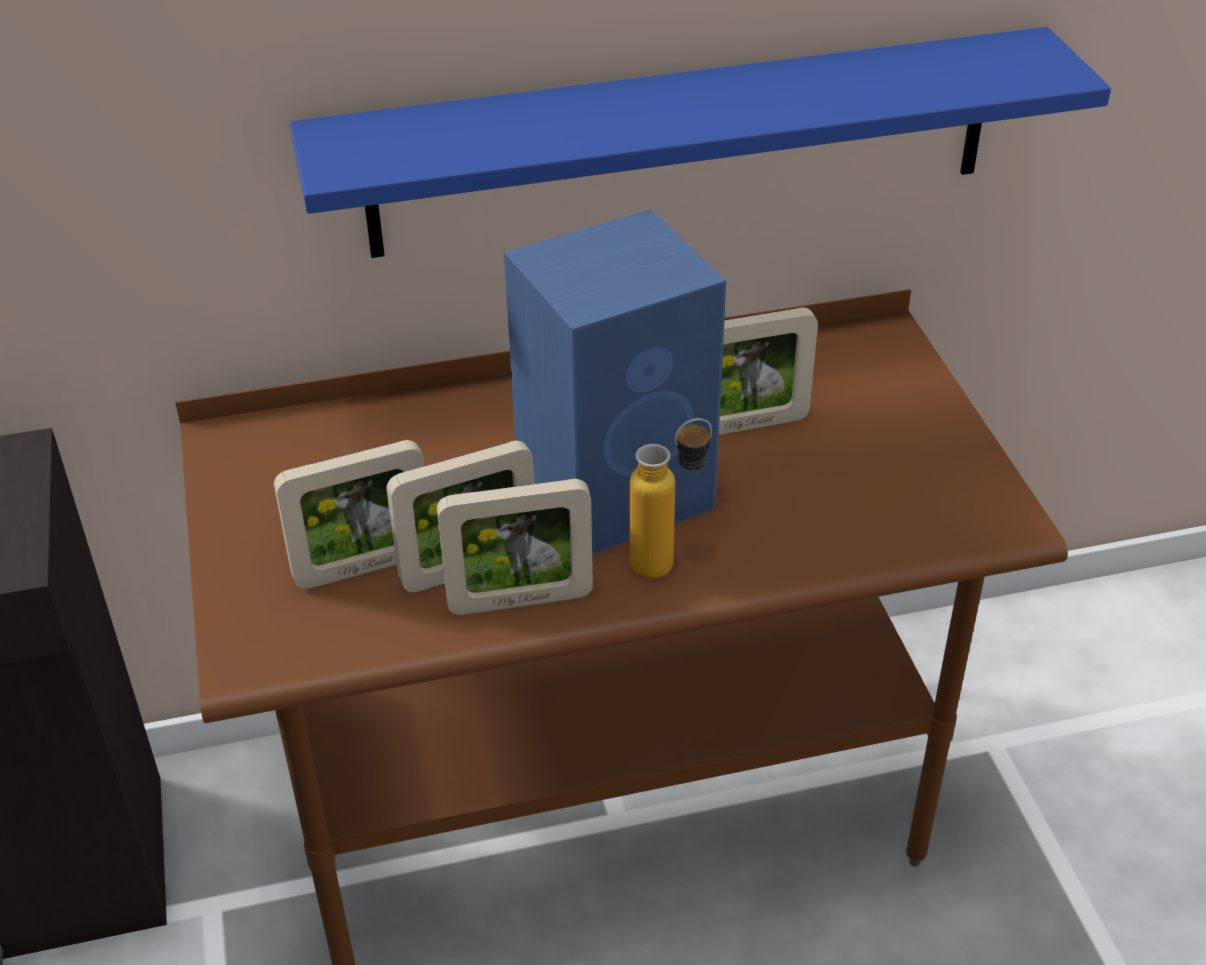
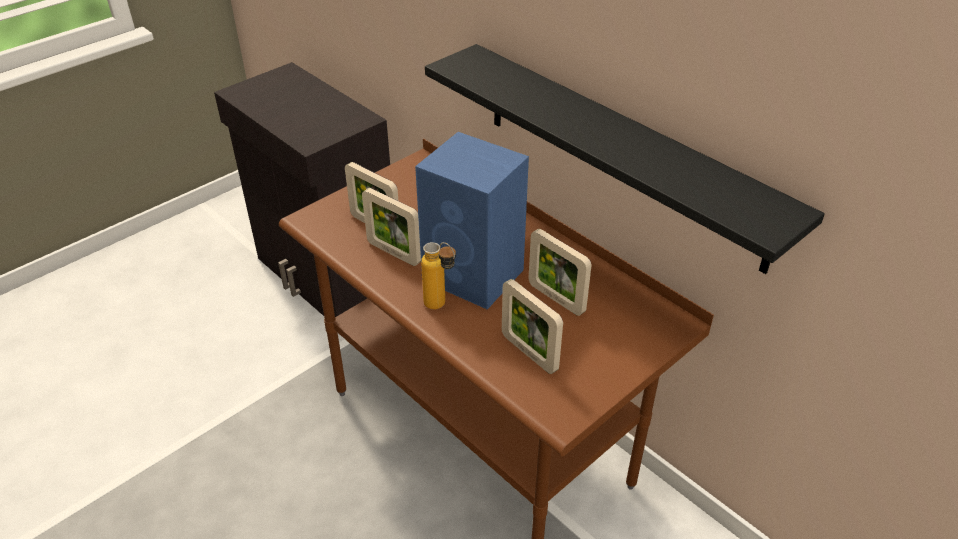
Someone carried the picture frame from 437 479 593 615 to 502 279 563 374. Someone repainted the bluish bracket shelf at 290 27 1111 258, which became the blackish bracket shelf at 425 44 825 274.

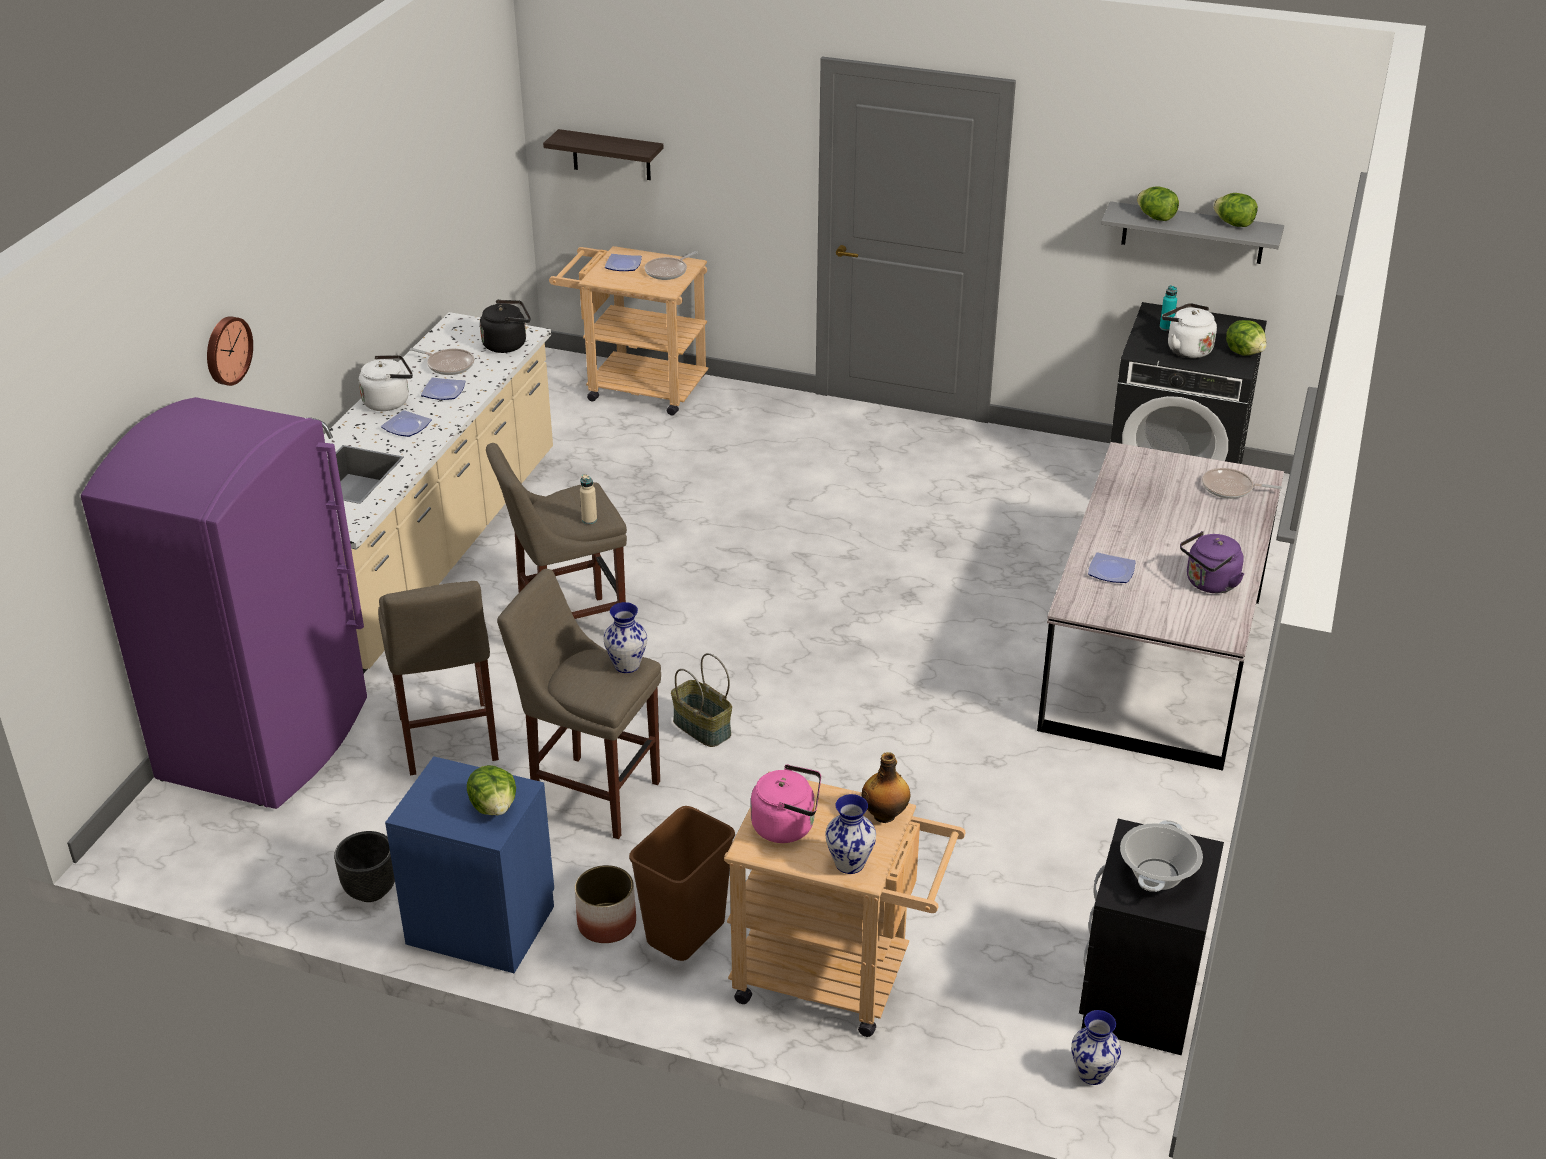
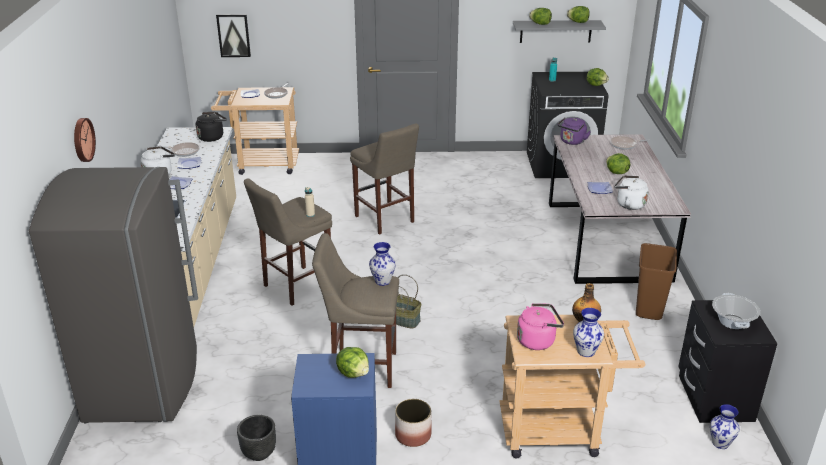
Someone put down the lettuce at 606 153 630 174. Someone carried the beige stool seat from 378 581 499 776 to 350 123 419 235. Someone carried the brown-coloured waste bin from 629 806 735 961 to 636 243 677 320. Someone carried the white water kettle from 1162 303 1217 358 to 614 175 649 210. Someone carried the purple-coloured water kettle from 1180 531 1244 593 to 557 117 591 145. Someone swapped the bracket shelf at 543 129 663 180 for the wall picture at 216 14 251 57. Someone repainted the purple-coloured fridge at 81 397 367 809, which became the gray fridge at 29 167 198 423.

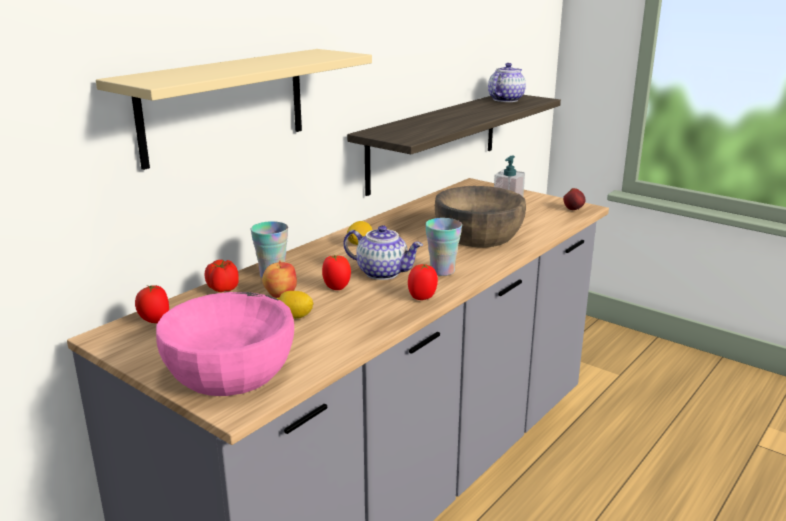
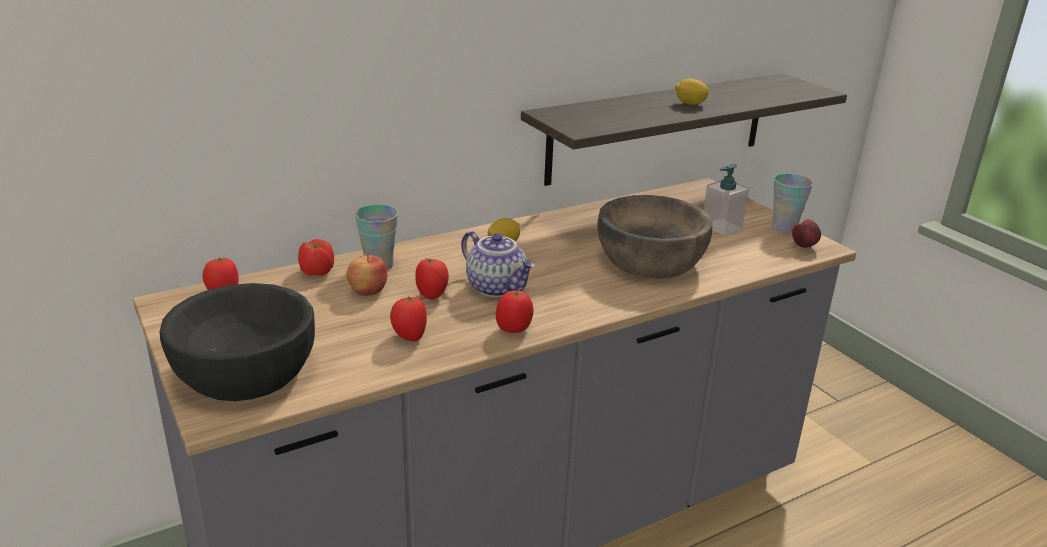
Someone took away the beige bracket shelf at 96 49 372 170. Someone took away the teapot at 488 63 526 102. Someone put down the fresh tomato at 390 296 427 341. Someone carried the whole lemon from 276 291 314 319 to 675 79 709 105. Someone carried the small cup from 425 218 462 276 to 772 174 813 233. Someone repainted the pink-coloured serving bowl at 156 292 294 396, which became the blackish serving bowl at 160 283 315 401.

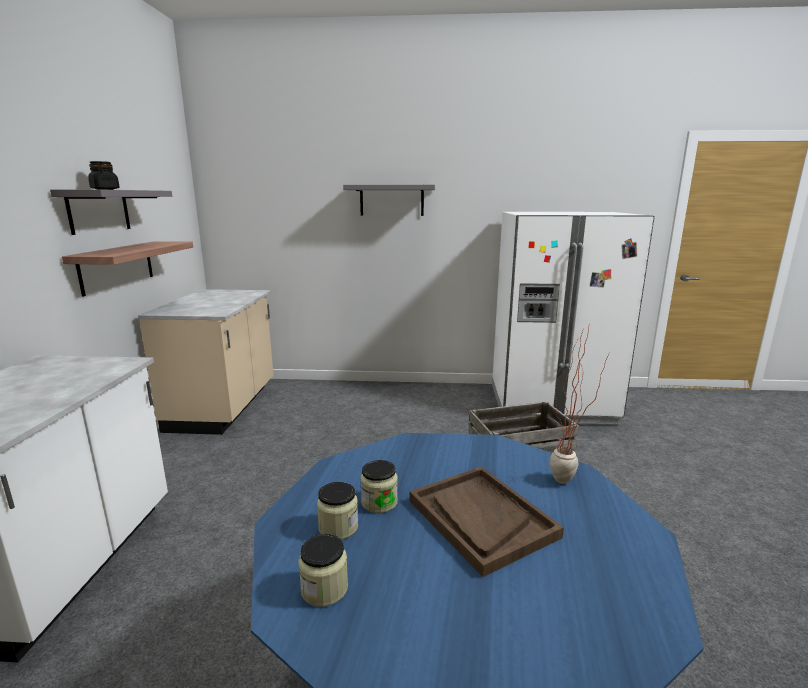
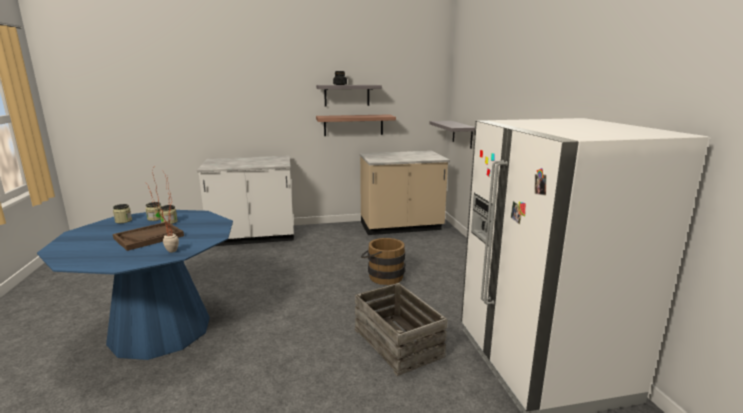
Someone put down the brown-coloured bucket at 361 238 405 285. Someone carried the gray bracket shelf from 343 185 435 216 to 430 121 475 149.

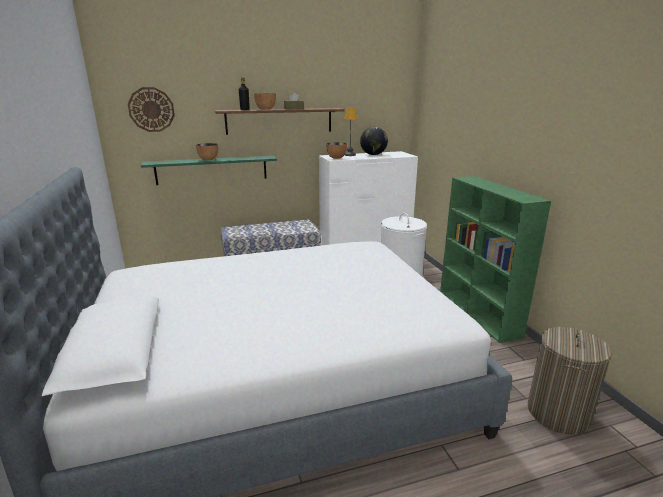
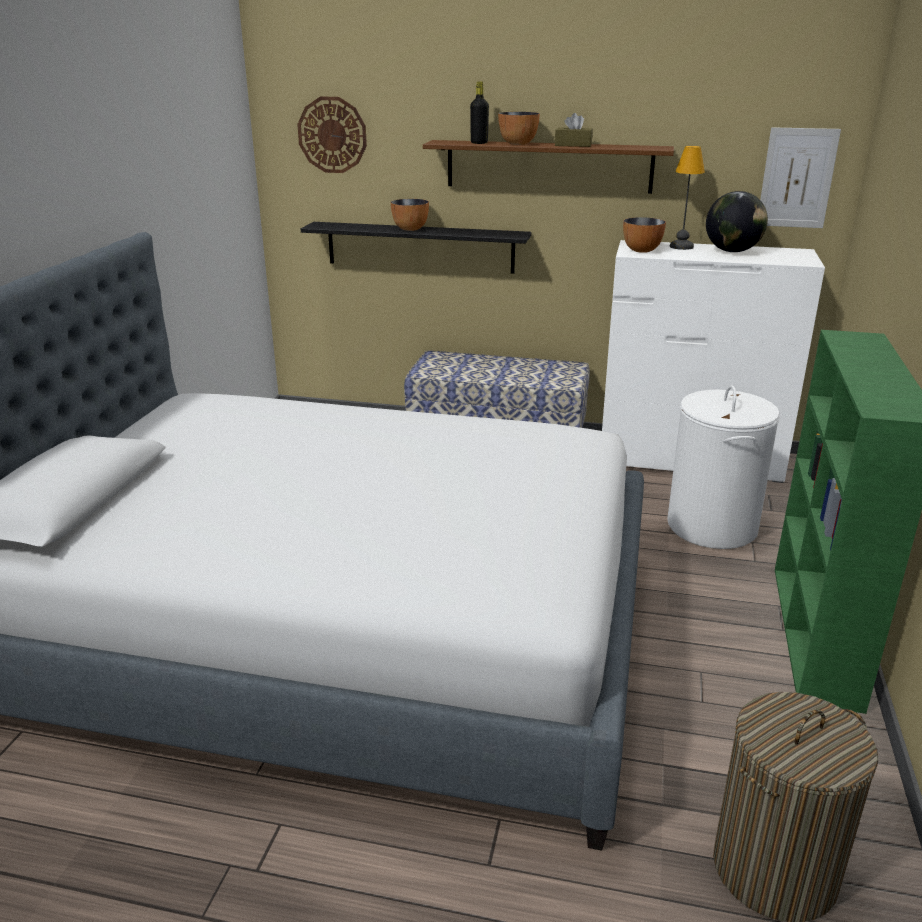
Someone put up the wall picture at 760 127 841 228. Someone repainted the green-coloured bracket shelf at 141 156 277 185, which became the blackish bracket shelf at 301 222 531 274.

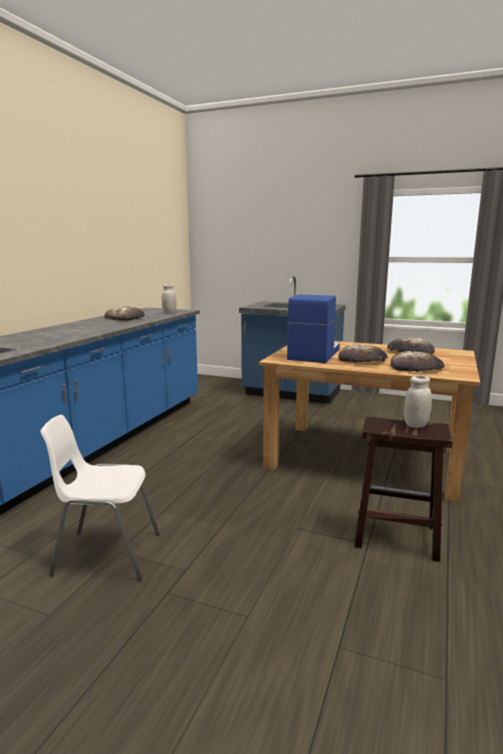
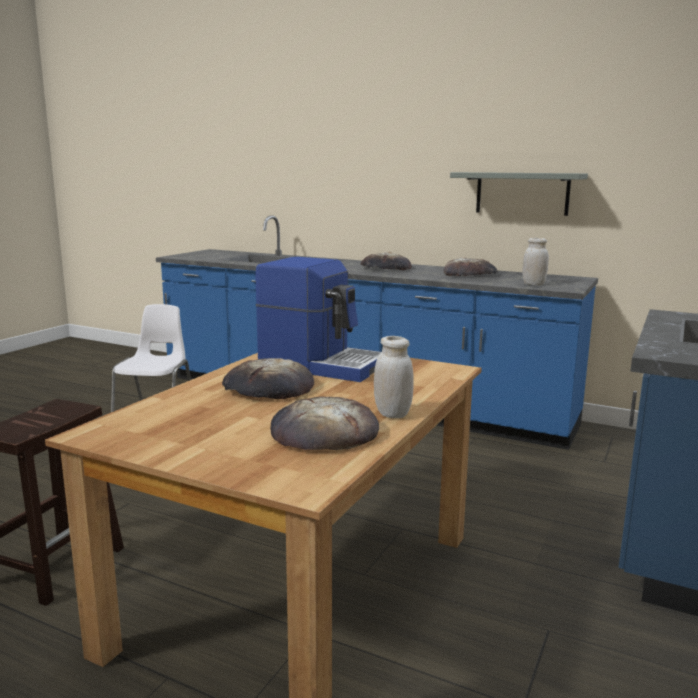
Someone put up the gray bracket shelf at 450 172 588 216. Someone carried the baked bread from 391 351 444 372 to 360 252 412 270. Someone carried the white storage jar from 404 375 432 428 to 374 336 414 418.

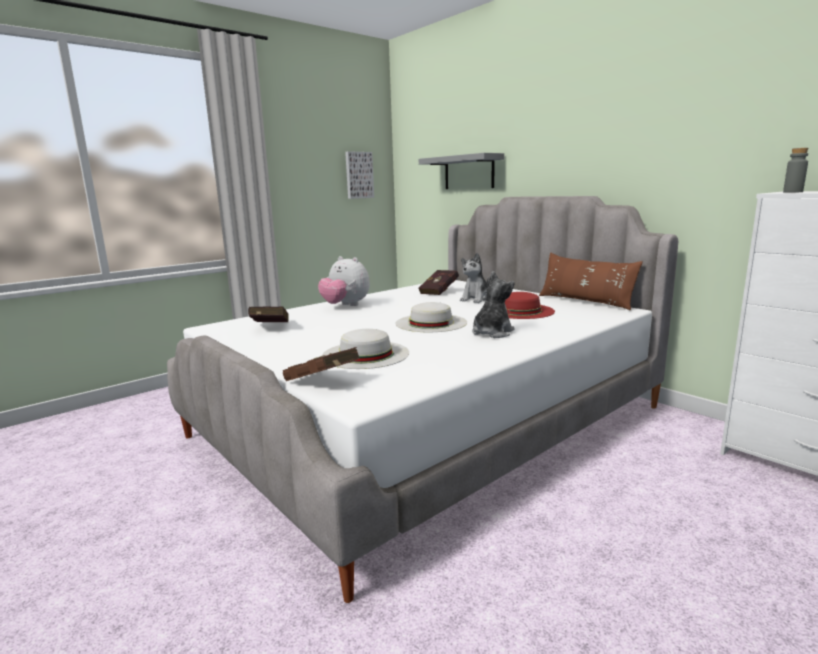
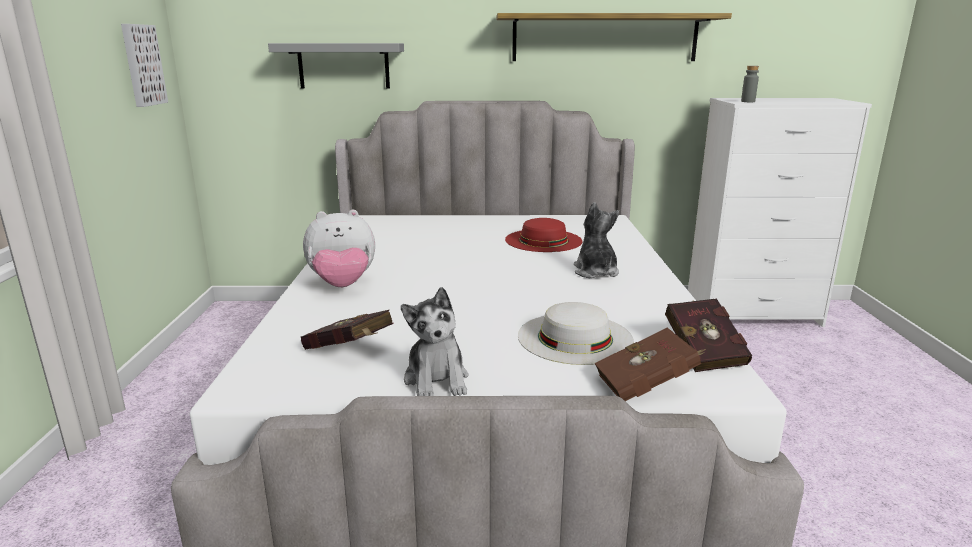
Someone took away the white clothing hat at 395 302 467 332. Someone took away the brown-coloured cushion at 539 253 643 310. Someone put up the bracket shelf at 497 13 732 61. Someone carried the reddish book from 418 270 459 295 to 665 298 752 372. Someone carried the soft toy from 460 253 489 303 to 401 287 468 396.

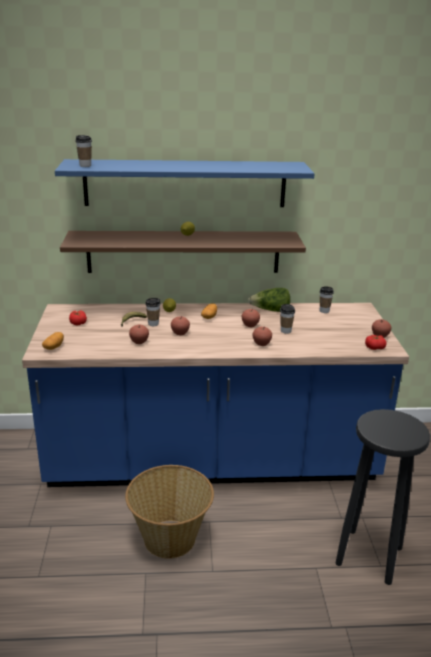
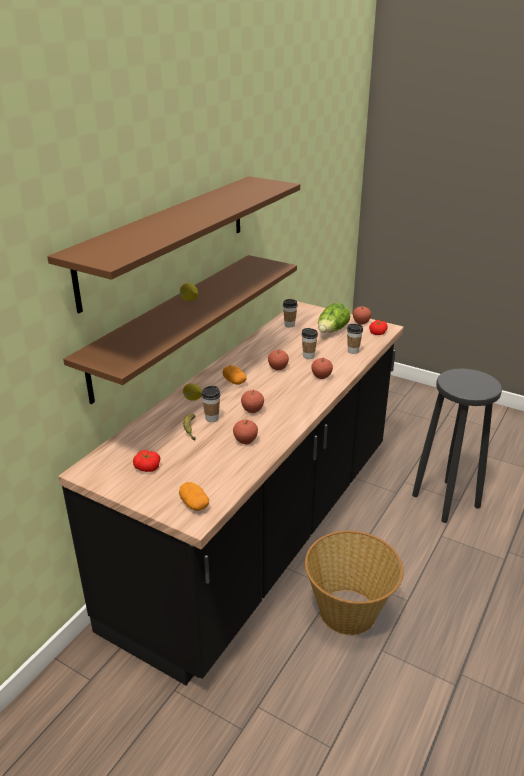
Someone carried the small cup from 75 135 92 167 to 347 324 363 354. Someone carried the lettuce from 248 288 290 312 to 318 303 350 333. Someone repainted the bluish kitchen base unit at 22 303 409 487, which became the blackish kitchen base unit at 58 301 404 685. Someone repainted the bluish bracket shelf at 55 159 315 207, which became the brown-coloured bracket shelf at 47 176 300 313.

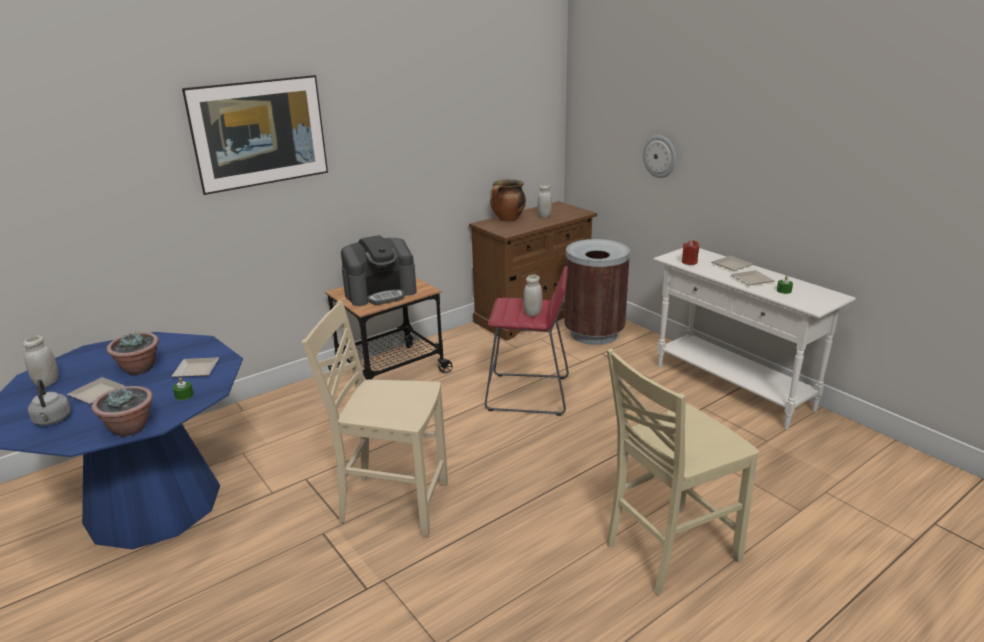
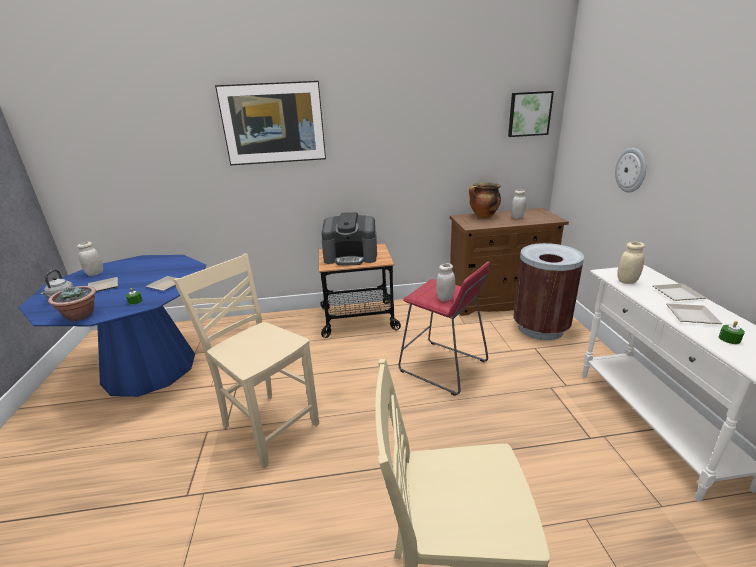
Someone took away the potted plant at 106 332 159 375. Someone put up the wall picture at 508 91 554 137. Someone swapped the reddish wax candle at 682 240 699 265 for the beige storage jar at 617 242 645 284.

